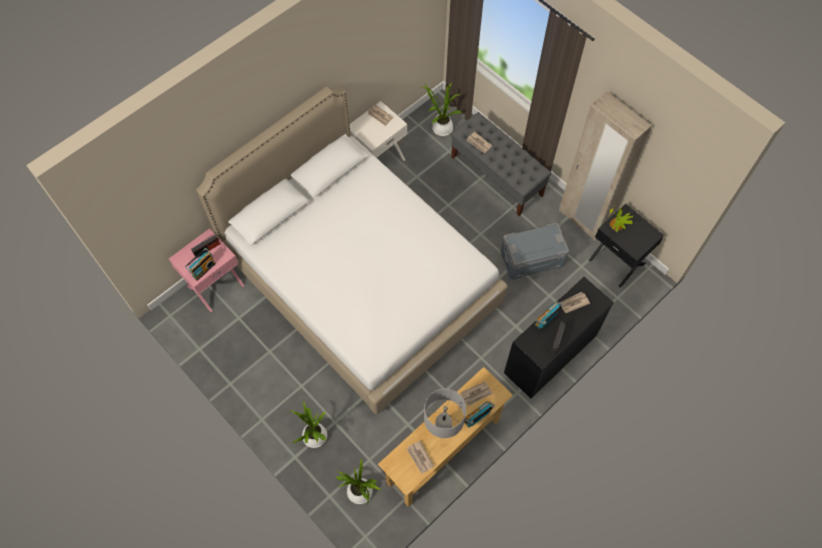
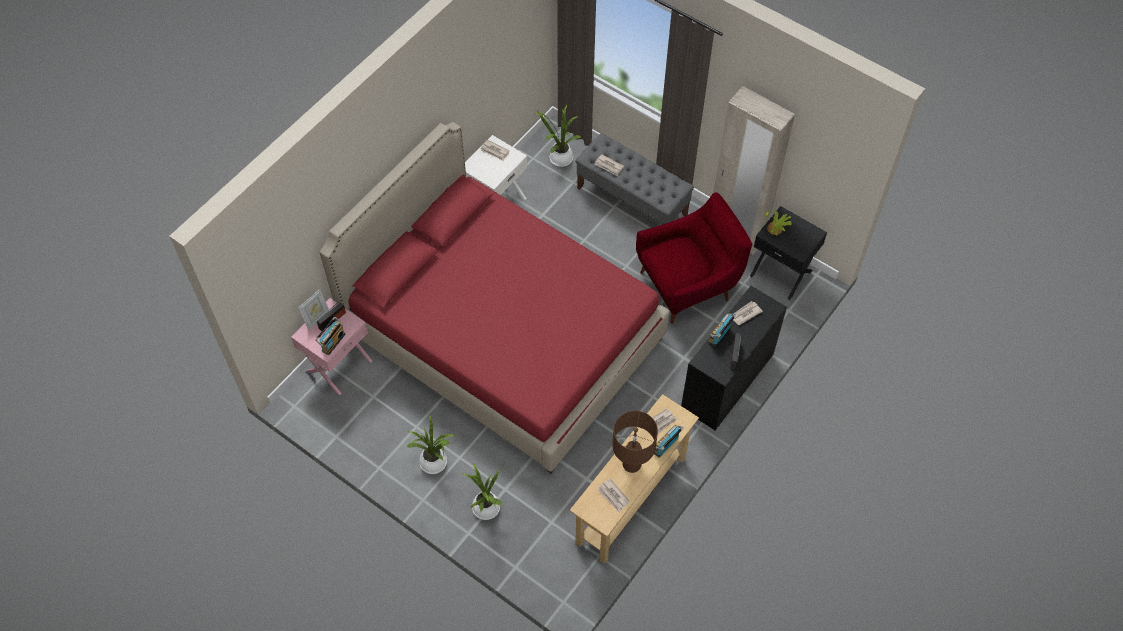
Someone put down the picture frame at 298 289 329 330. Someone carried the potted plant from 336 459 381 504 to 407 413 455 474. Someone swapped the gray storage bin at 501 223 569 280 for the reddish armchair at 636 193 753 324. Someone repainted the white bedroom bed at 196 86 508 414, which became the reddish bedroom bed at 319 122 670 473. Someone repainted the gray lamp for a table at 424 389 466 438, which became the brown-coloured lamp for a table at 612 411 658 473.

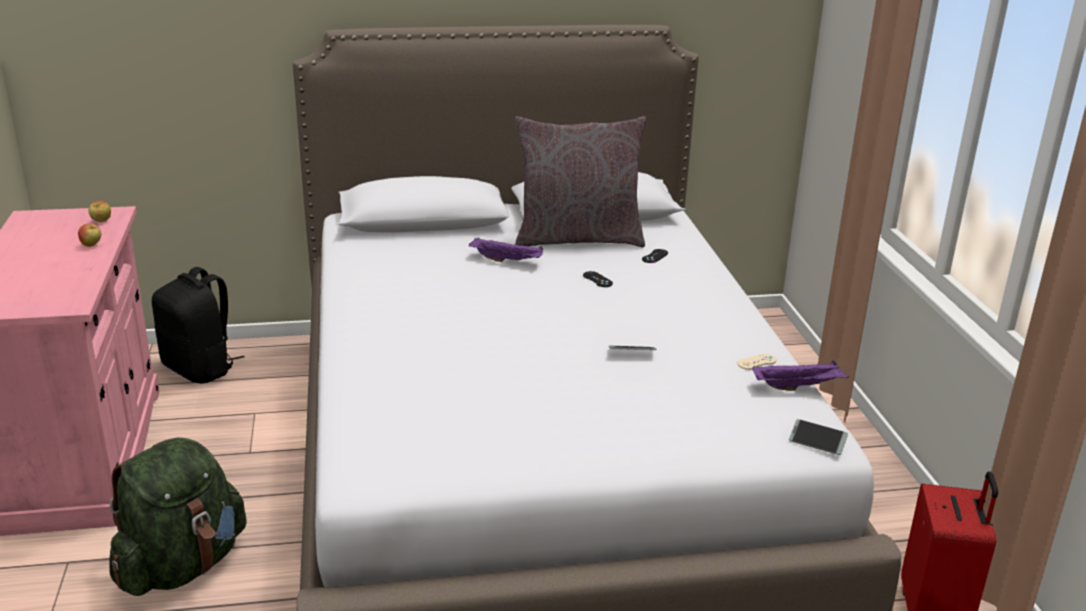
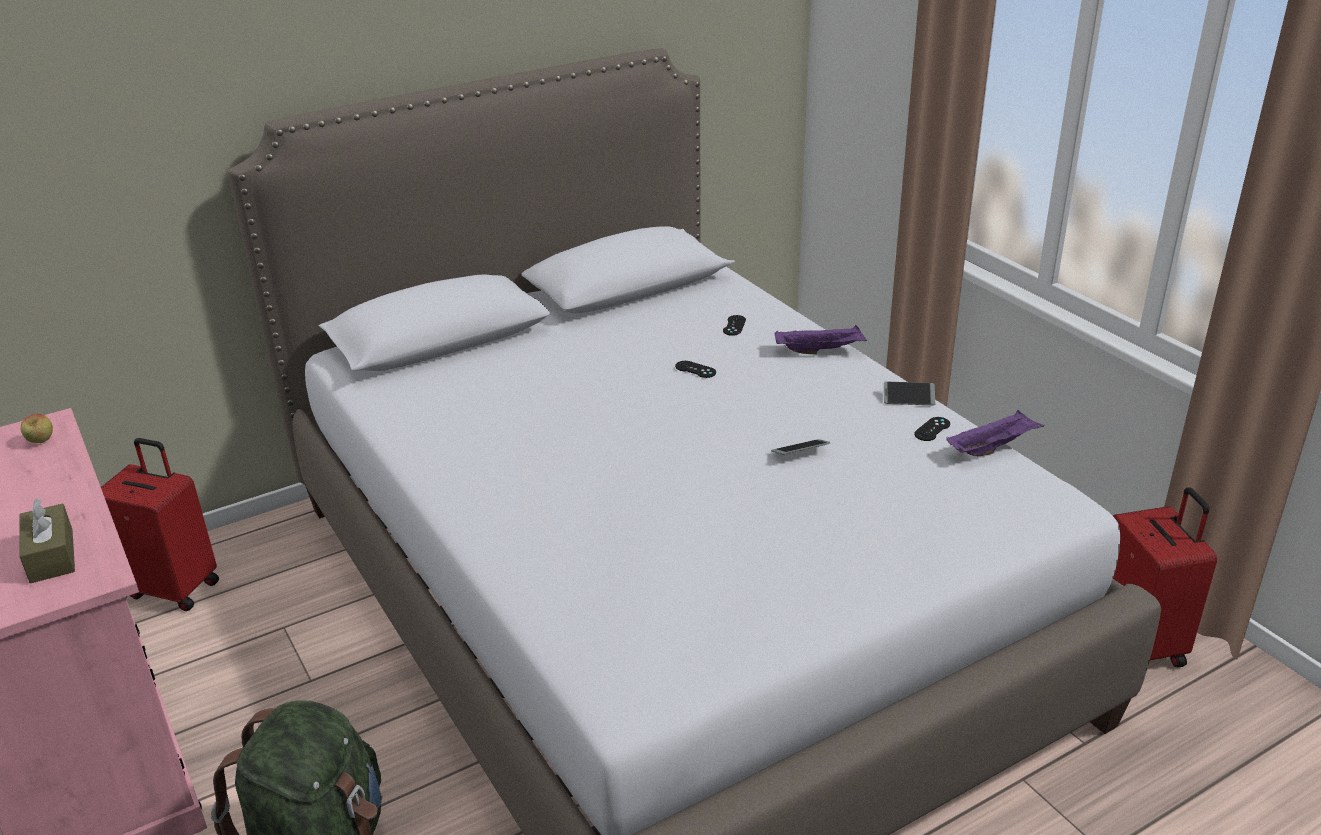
Someone took away the apple at 78 224 101 247. Someone took away the gray cushion at 515 116 647 248. Someone put down the brown-coloured tissue box at 20 499 75 583. Someone carried the purple-coloured serving tray from 469 238 543 262 to 775 325 867 354. Someone carried the phone from 789 419 848 455 to 884 381 935 405. Someone swapped the blackish backpack at 152 267 245 383 for the reddish travel case at 101 438 219 611. Someone repainted the beige game controller at 738 354 776 370, which became the blackish game controller at 914 417 950 441.

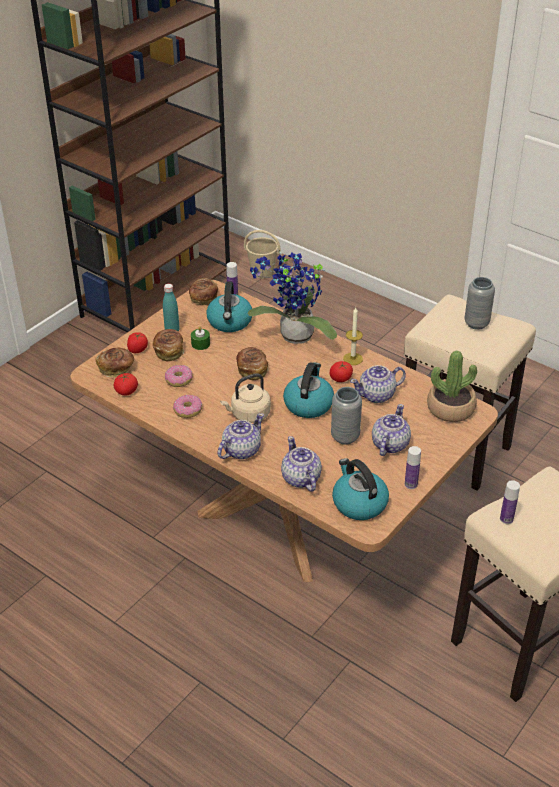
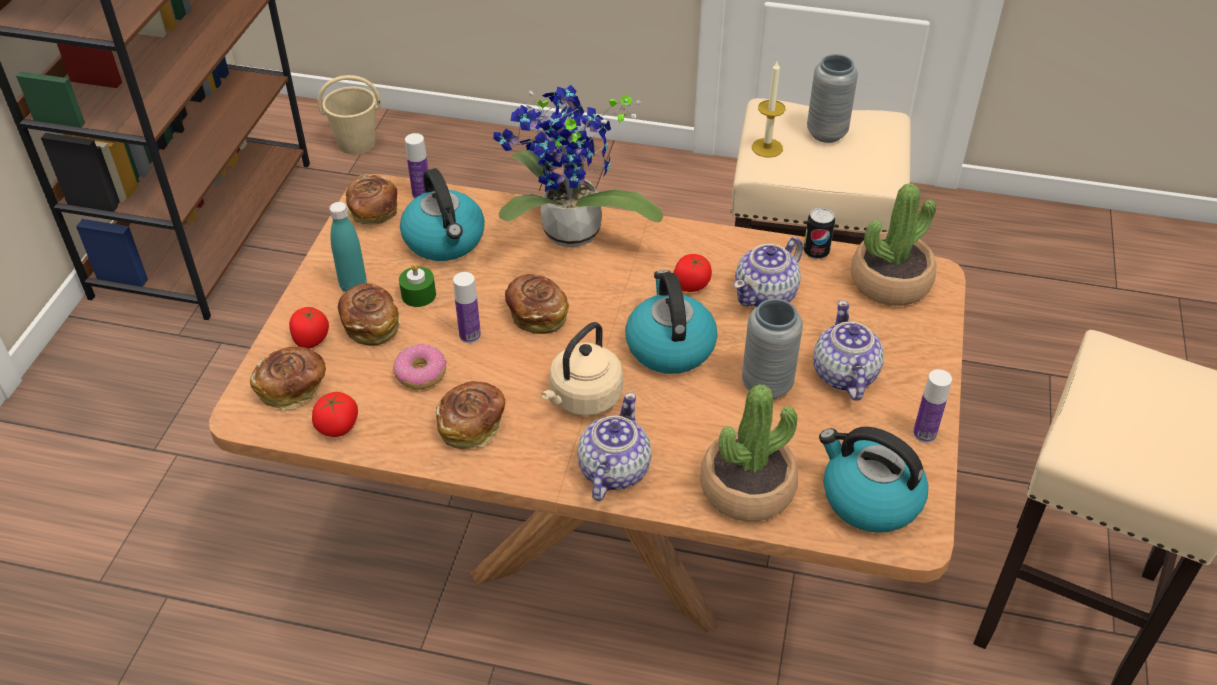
Someone put down the metal can at 803 207 835 259. Someone carried the wax candle from 343 308 363 365 to 752 62 785 158. Someone carried the beverage bottle from 500 480 520 524 to 453 272 481 343. Someone swapped the donut at 173 395 202 418 for the baked bread at 436 381 506 449. Someone swapped the teapot at 281 436 322 492 for the potted plant at 700 384 798 522.

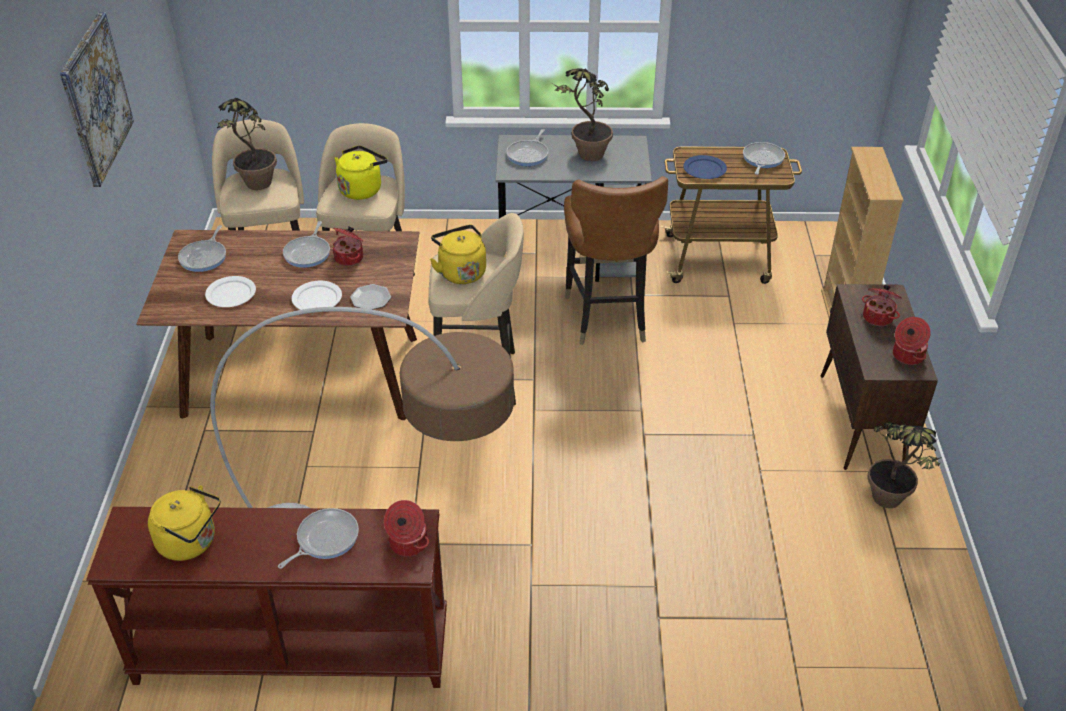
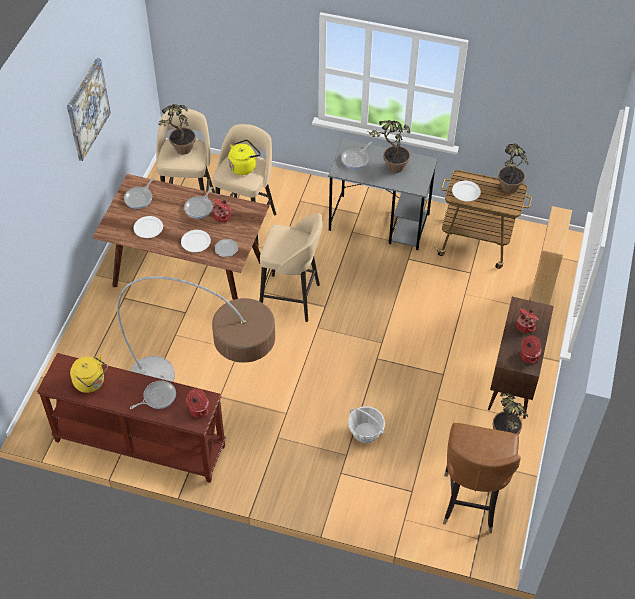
Someone took away the yellow-coloured water kettle at 430 225 486 284. Someone put down the basket at 348 406 385 443. Someone carried the brown-coloured plain chair from 564 176 668 345 to 443 423 521 534. Someone swapped the frying pan at 743 142 785 175 for the potted plant at 498 143 528 193. Someone repainted the bluish plate at 683 155 727 179, which became the white plate at 452 181 481 201.

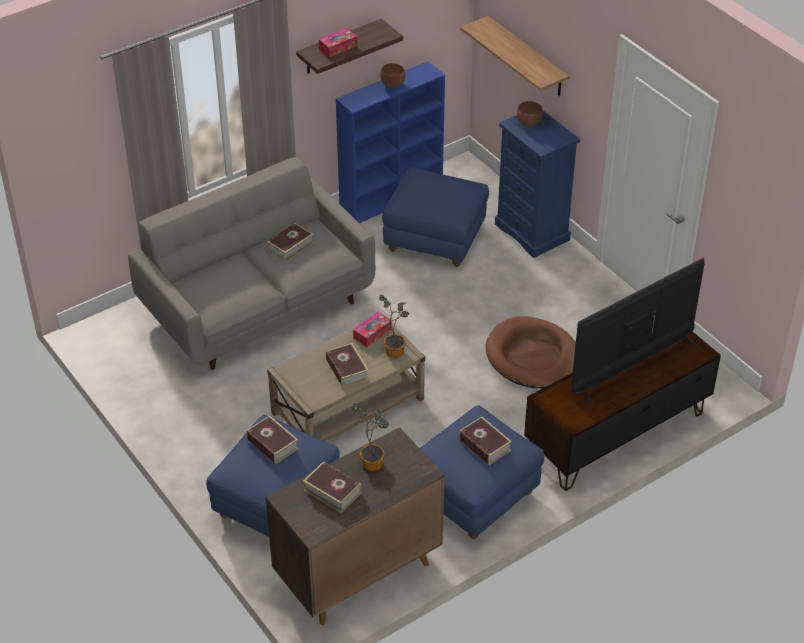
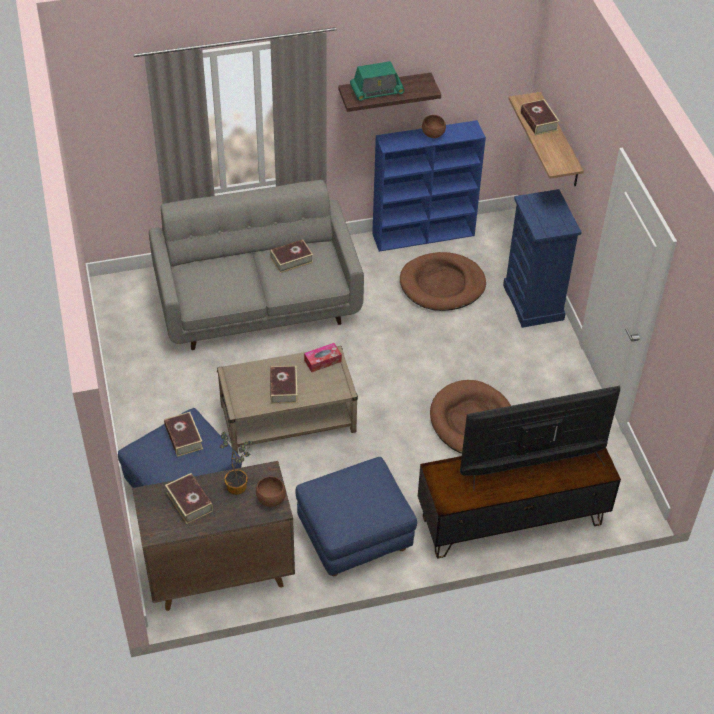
Someone took away the potted plant at 379 295 409 357. Someone carried the book from 459 416 512 465 to 521 99 560 135. Someone carried the brown-coloured serving bowl from 517 101 543 127 to 256 477 286 507. Someone swapped the tissue box at 319 28 357 57 for the radio at 350 61 404 101. Someone swapped the bluish ottoman at 382 168 489 267 for the brown-coloured dog cushion at 400 252 486 311.

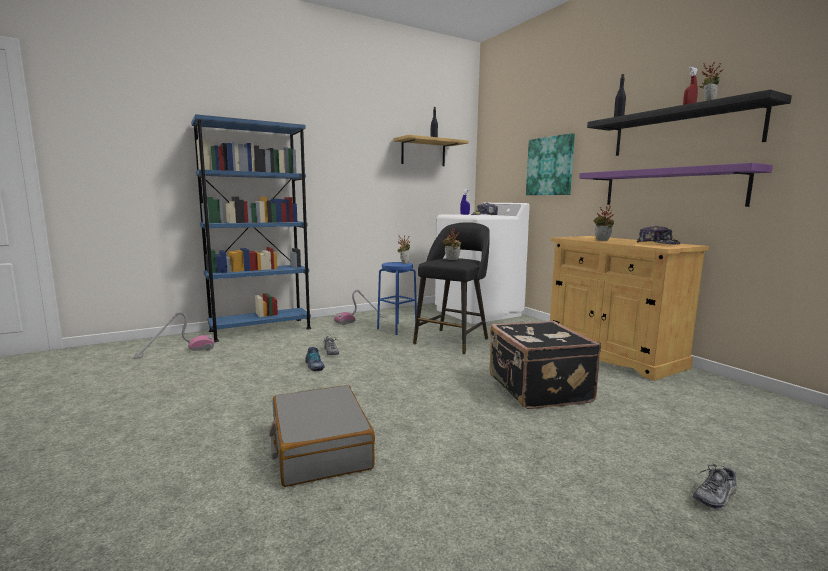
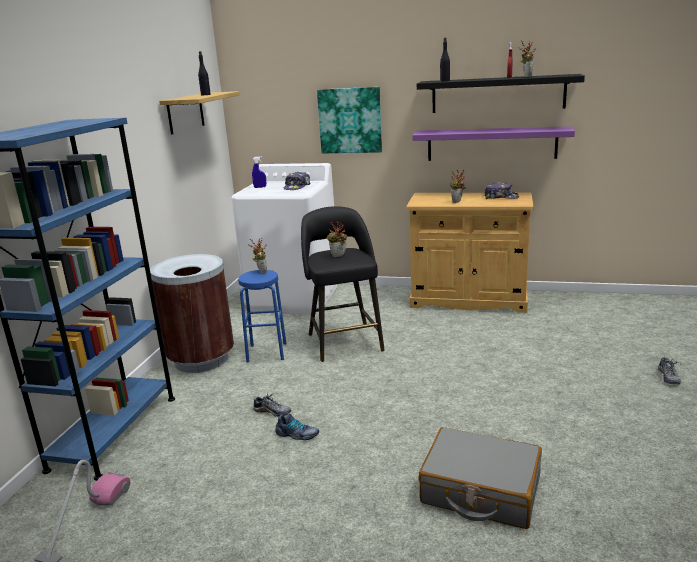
Someone took away the blackish travel case at 489 321 601 409. Someone swapped the vacuum at 334 289 387 325 for the brown-coloured waste bin at 150 254 234 373.

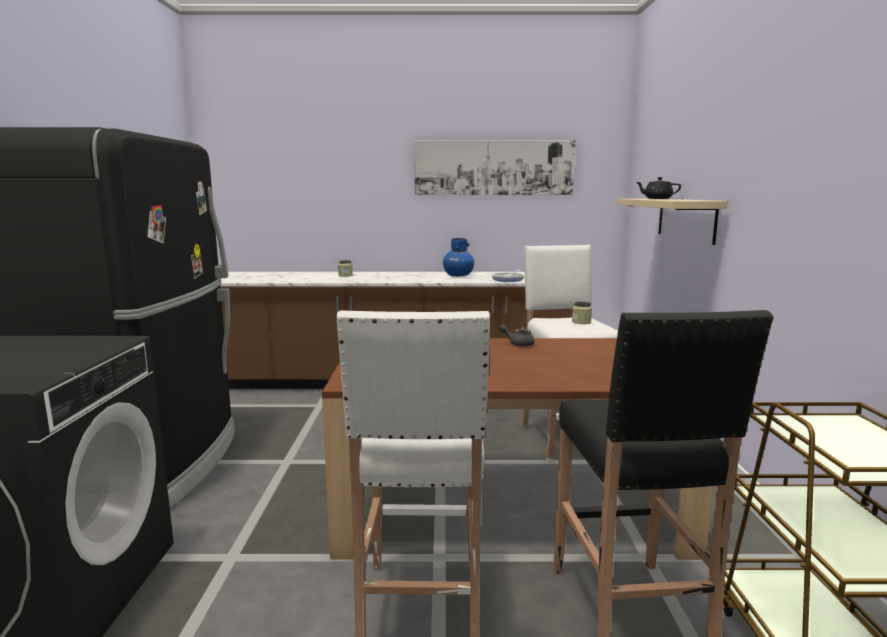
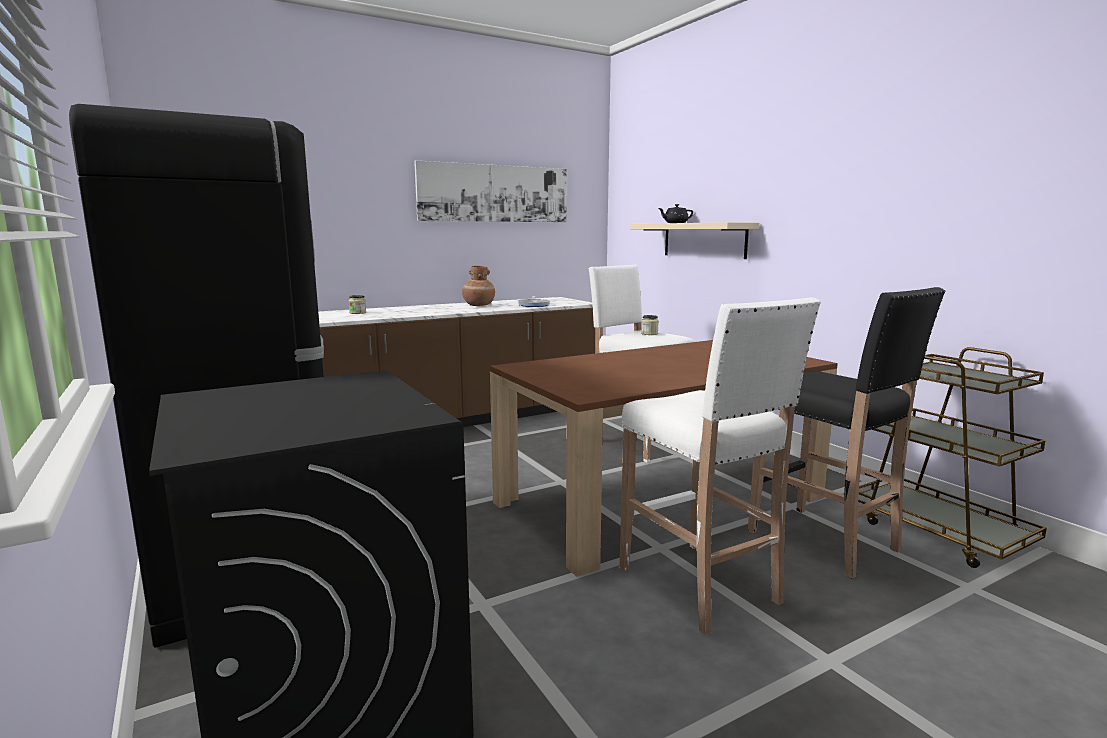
Someone took away the gray teapot at 498 324 535 347. Someone repainted the bluish flower vase at 443 238 474 276, which became the brown-coloured flower vase at 462 266 495 306.

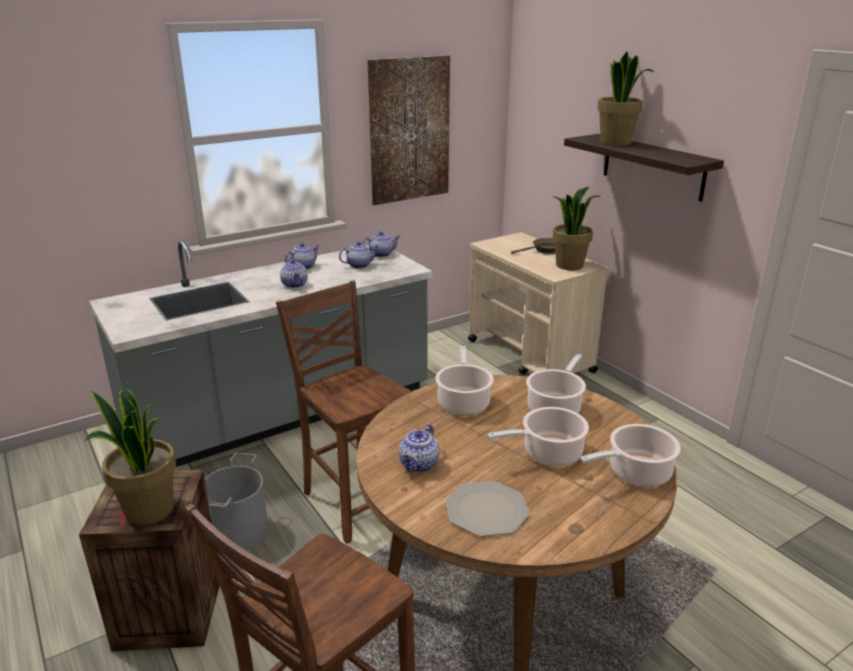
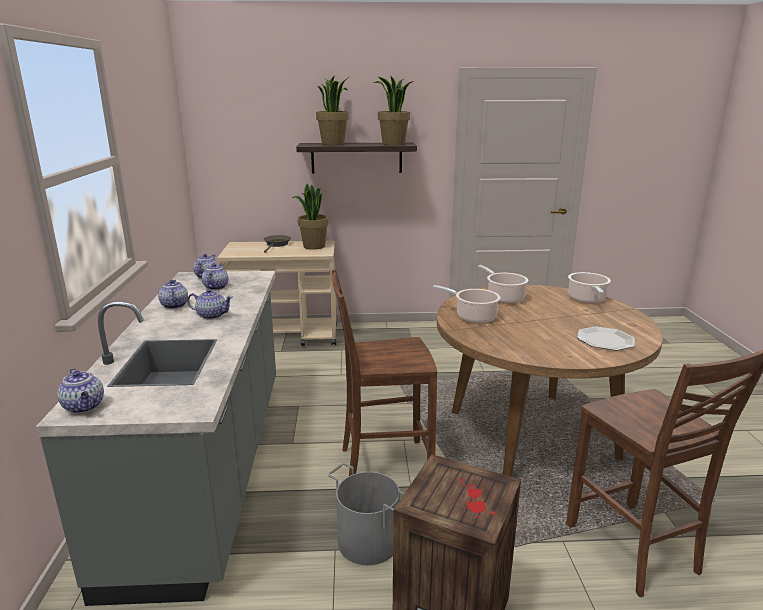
Someone took away the wall picture at 367 56 450 205. Someone took away the cooking pot at 488 407 589 466. Someone carried the potted plant from 85 389 176 525 to 373 76 414 145. Someone carried the teapot from 399 424 440 472 to 57 368 104 413.

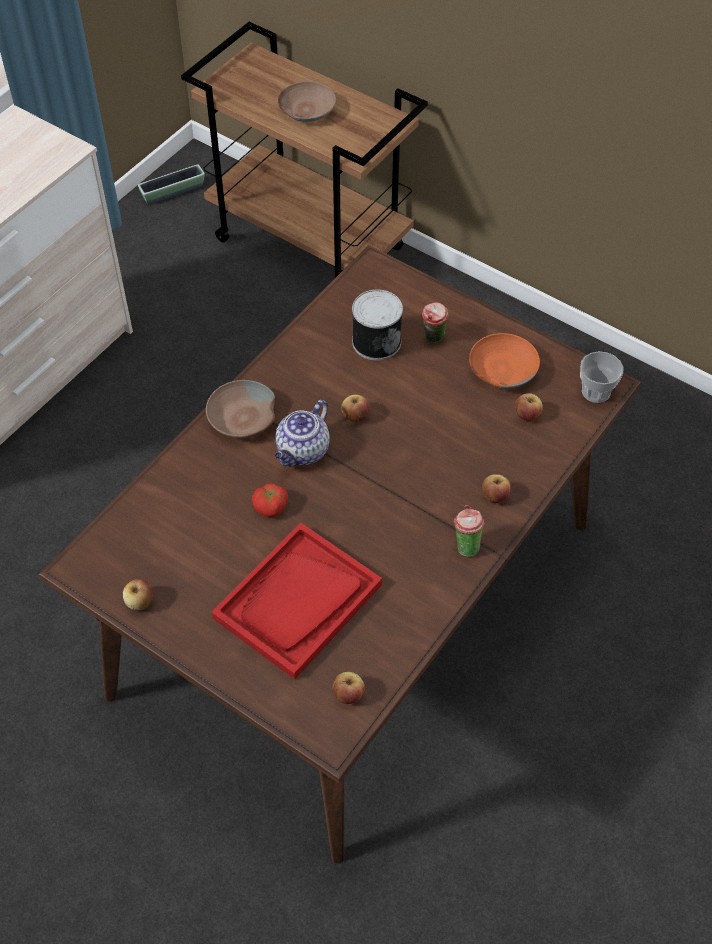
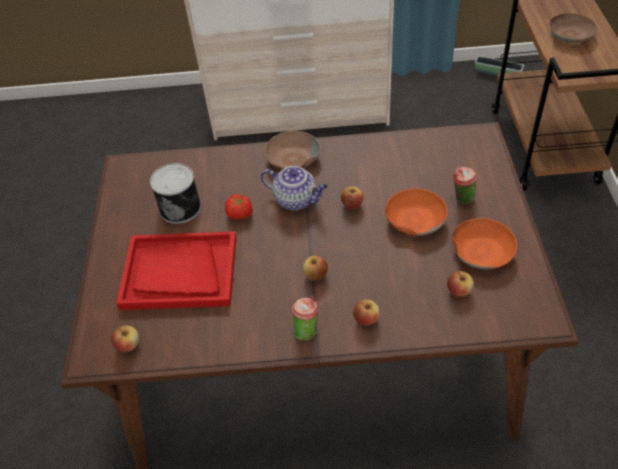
Someone took away the small cup at 580 351 624 403. Someone put down the orange-coloured serving bowl at 385 189 448 236. Someone carried the apple from 123 579 153 610 to 303 256 328 281. Someone carried the metal can from 352 290 403 361 to 150 163 201 224. Someone rotated the teapot at 275 400 330 467 by 150 degrees counterclockwise.

